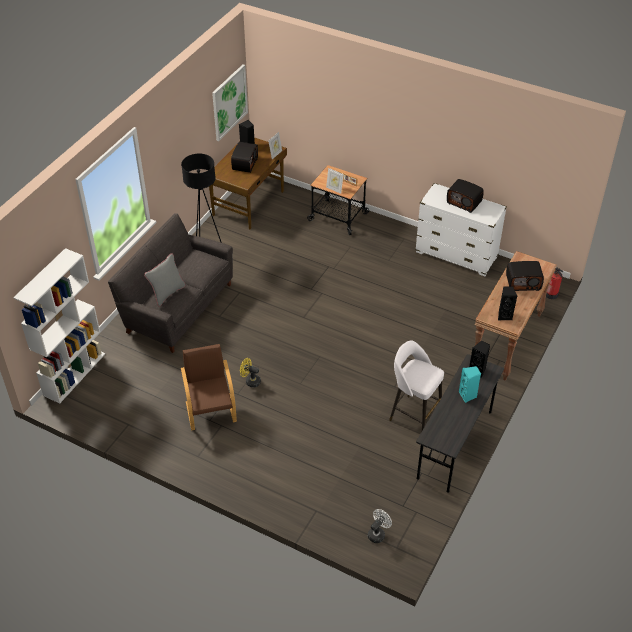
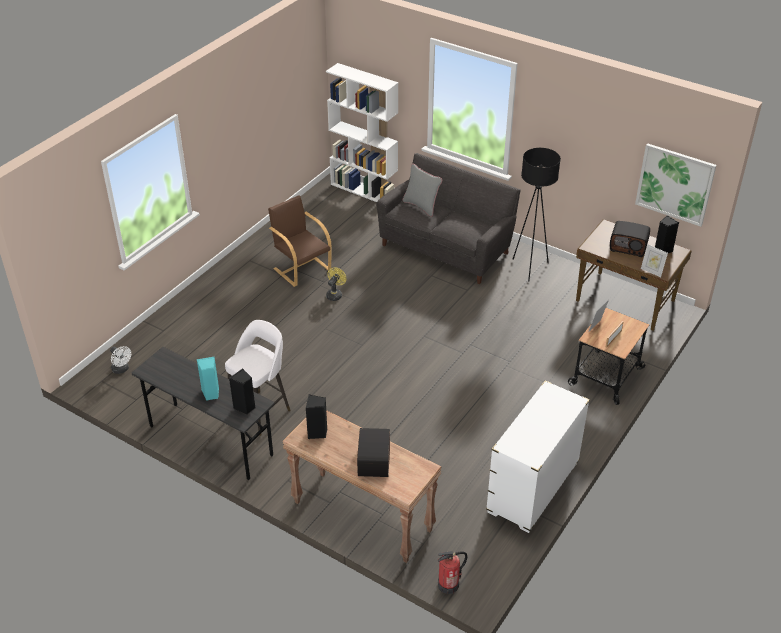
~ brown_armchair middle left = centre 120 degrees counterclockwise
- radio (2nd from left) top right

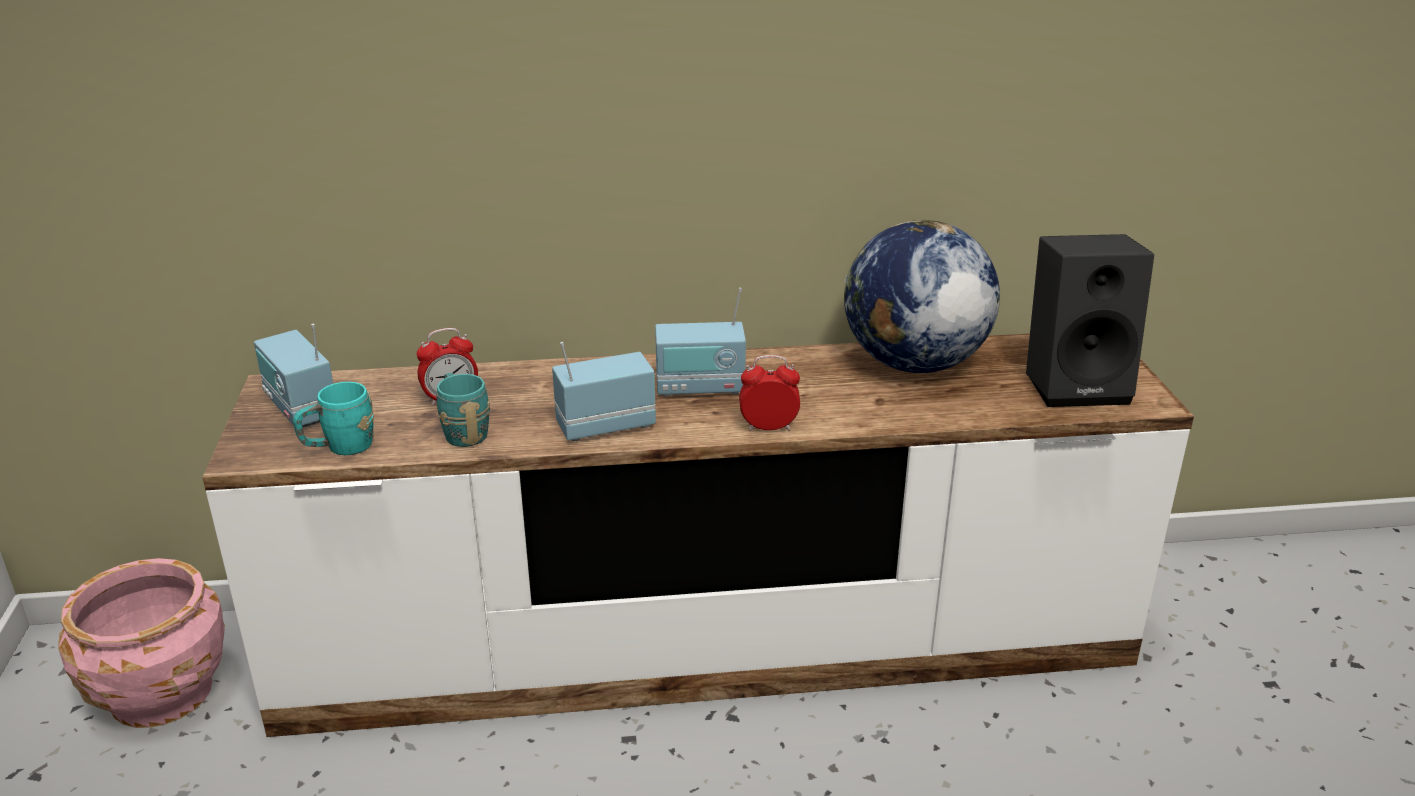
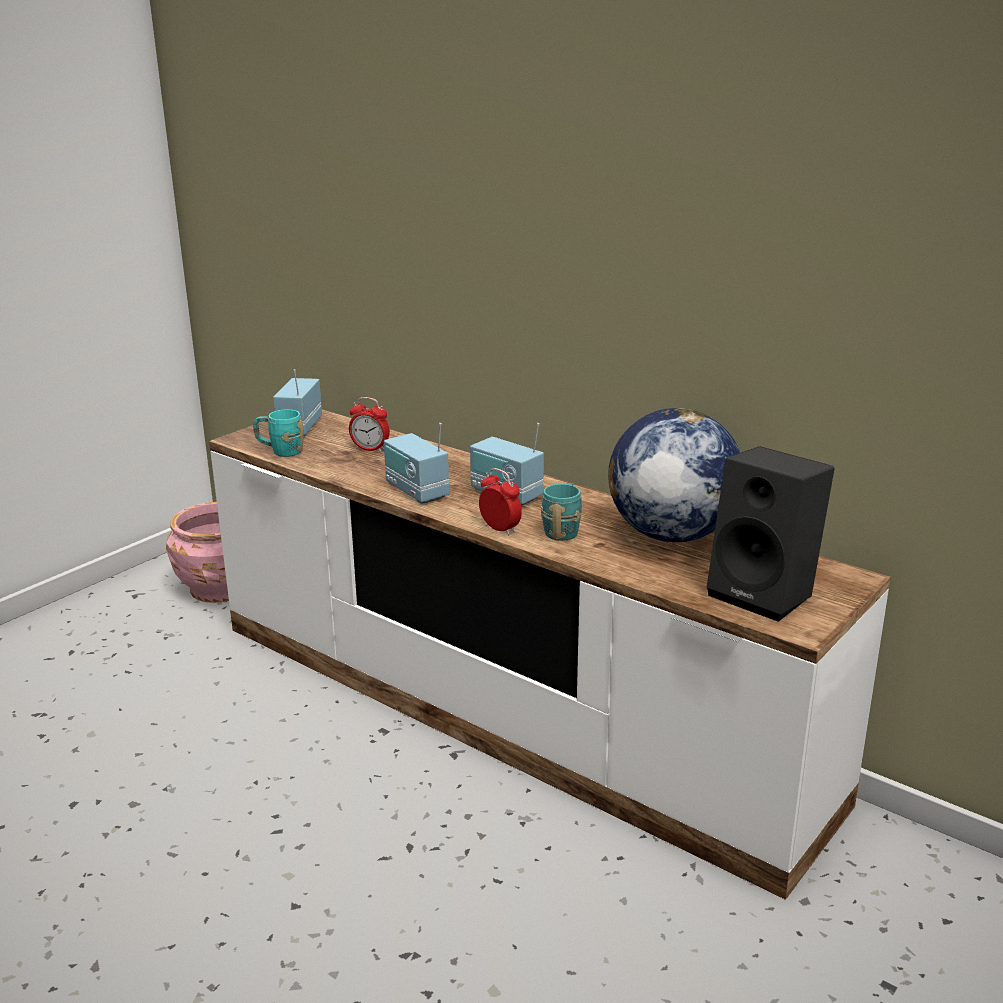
~ turquoise_mug (2nd from left) middle left to centre
~ radio (2nd from left) centre = centre 150 degrees counterclockwise

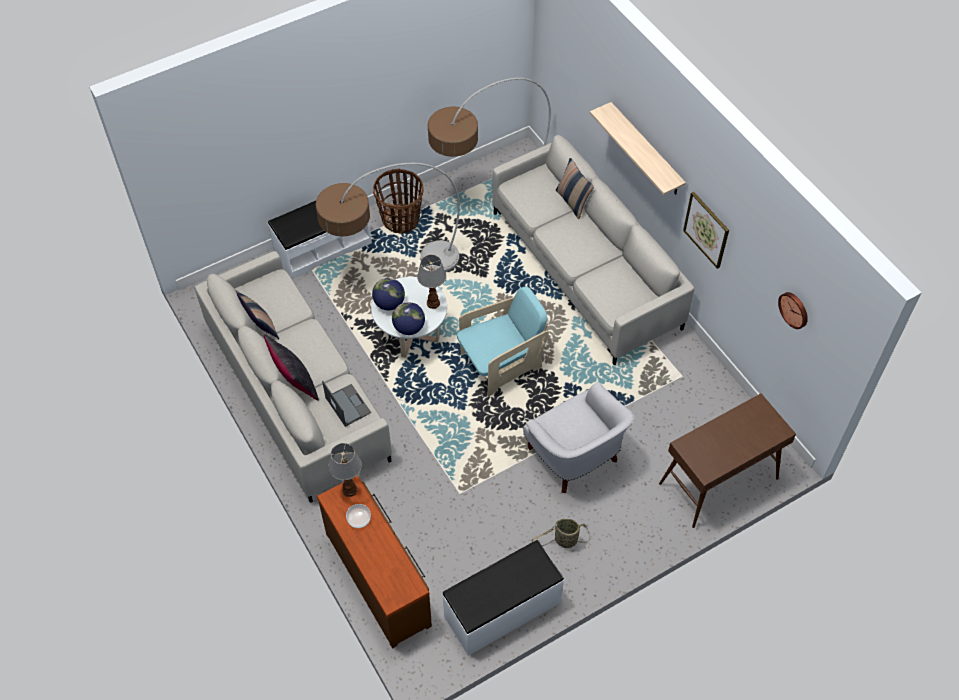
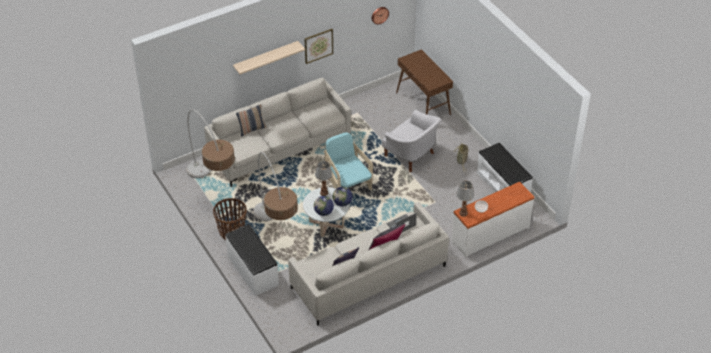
~ brown_dresser bottom centre to white_dresser middle right
~ white_armchair centre = centre 75 degrees clockwise

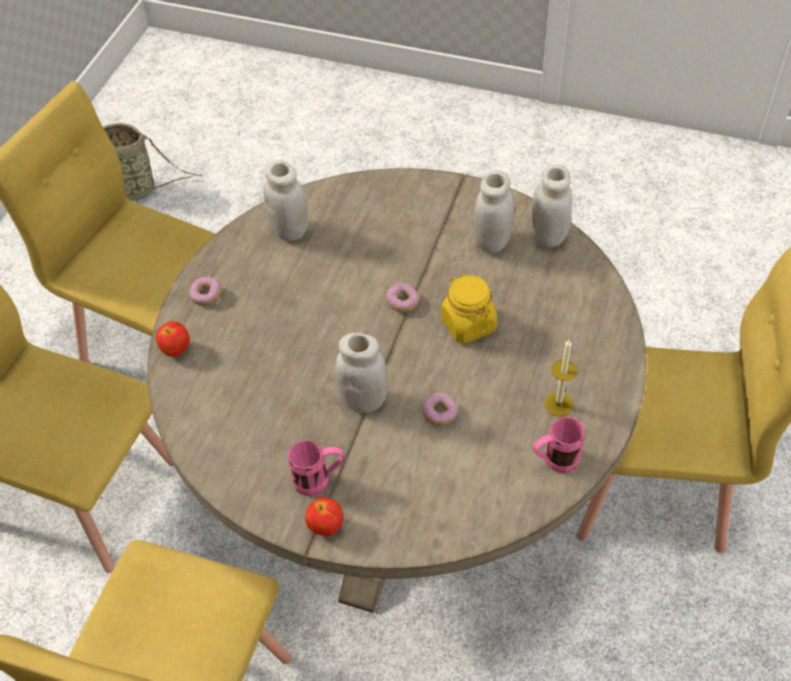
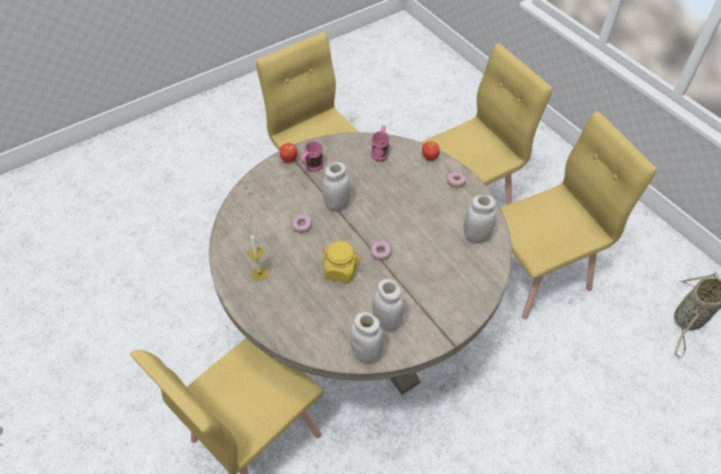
~ pink_mug (2nd from left) middle right to top centre

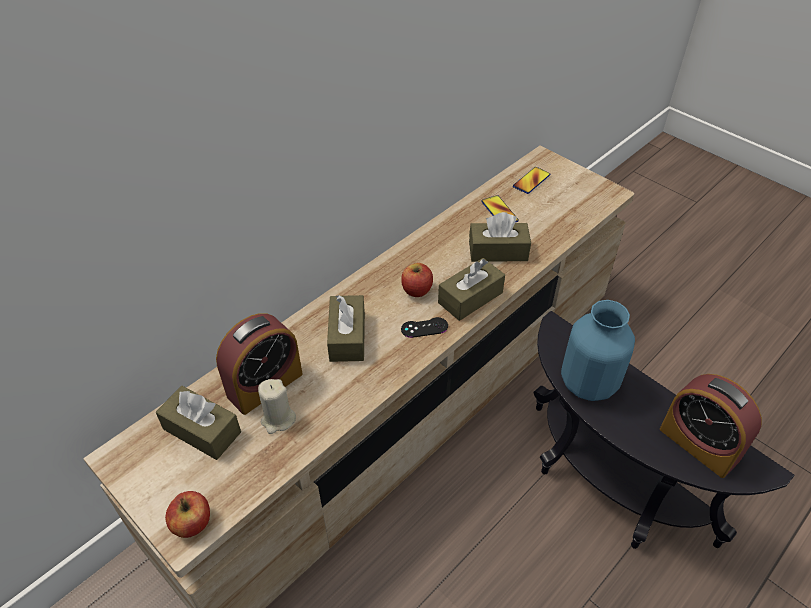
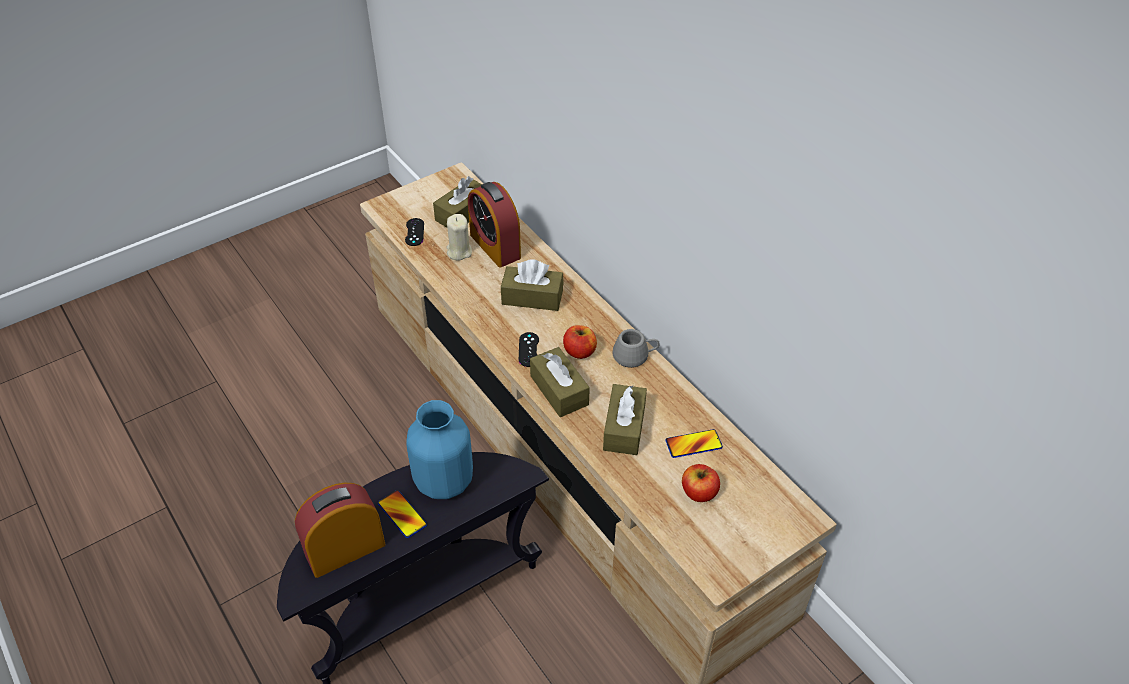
~ apple (1st from left in the first image) bottom left to apple (2nd from left) bottom centre
~ phone (2nd from left in the first image) top centre to phone (1st from left) bottom centre
+ black_game_controller (1st from left) centre
+ grey_mug centre

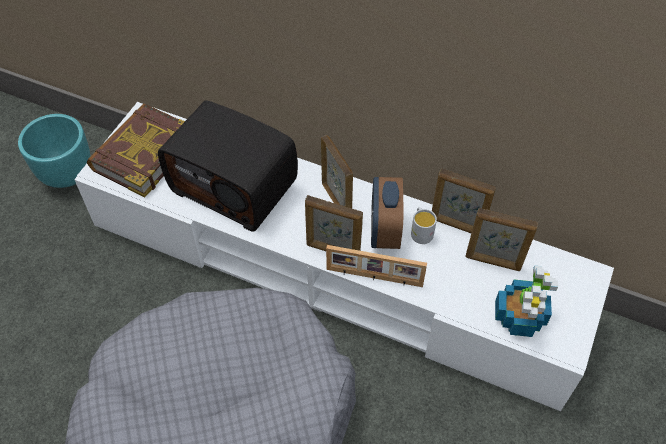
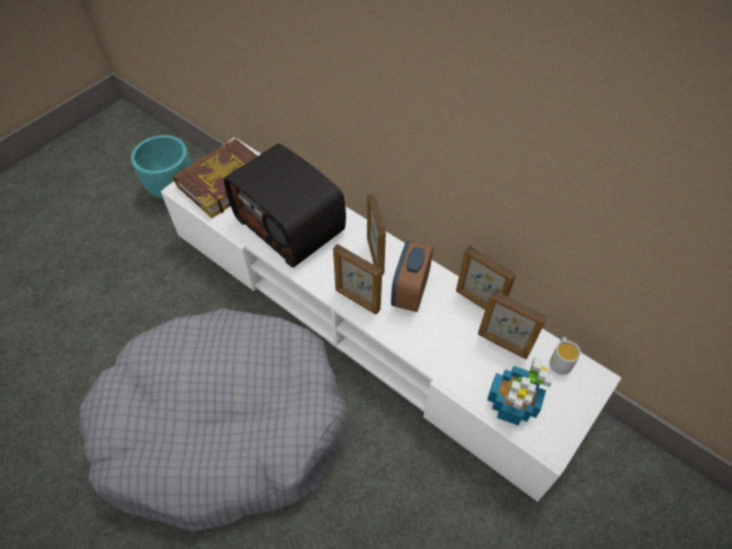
- picture_frame (3rd from left) centre
~ white_mug centre to middle right

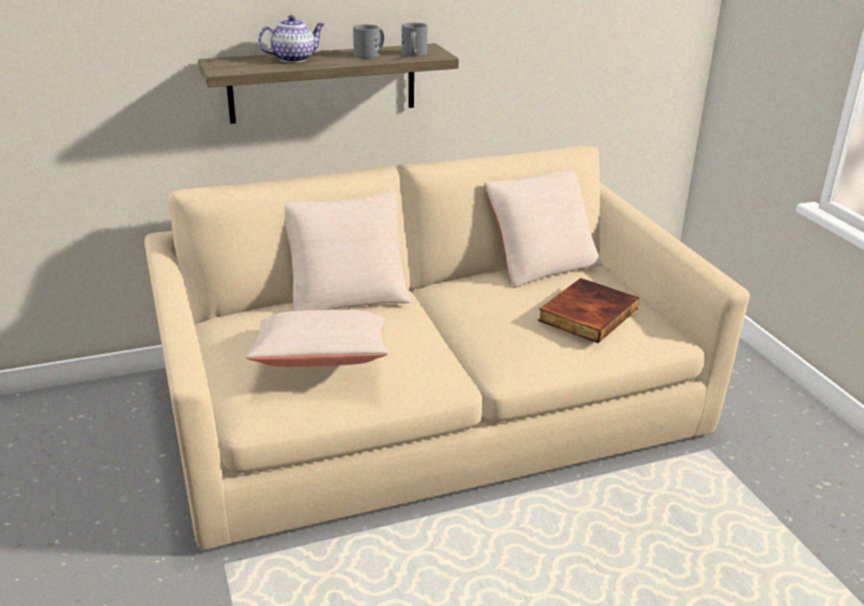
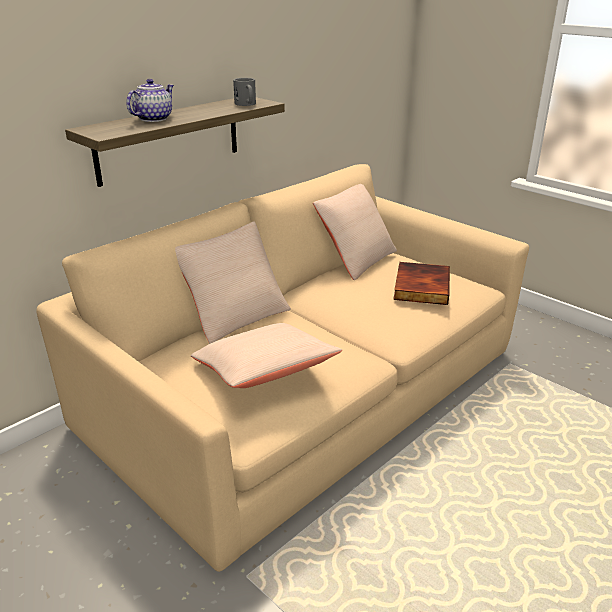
- grey_mug (1st from left) top centre

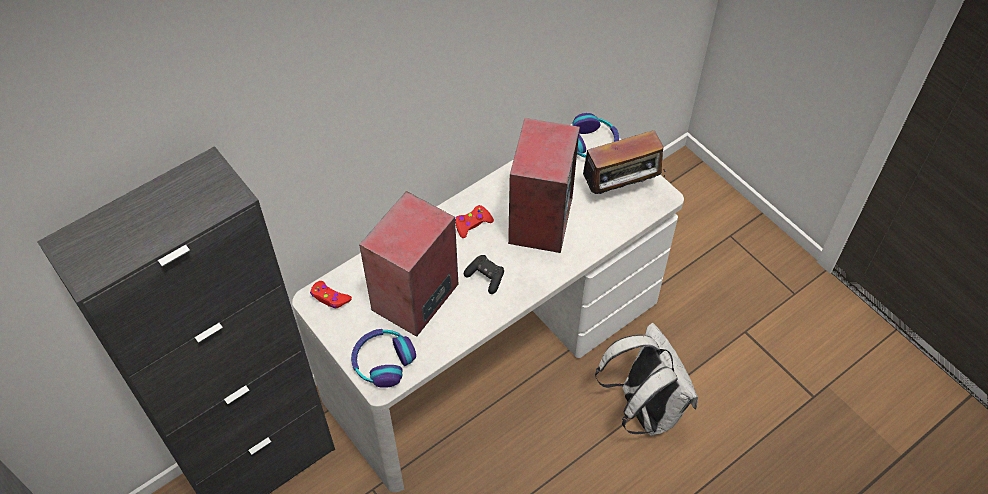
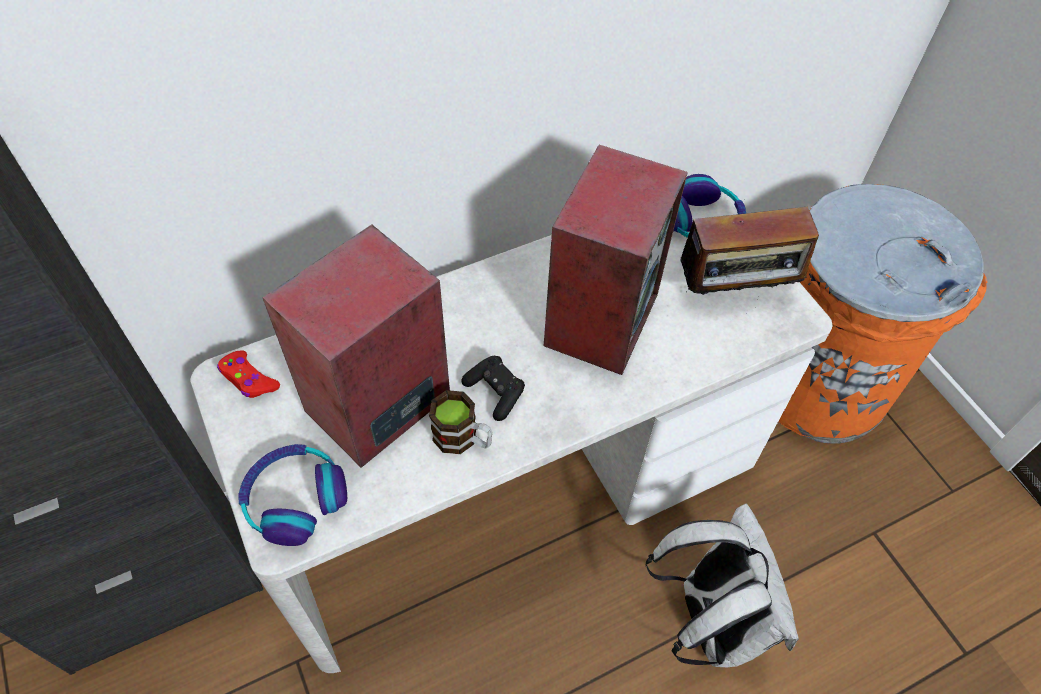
- red_game_controller (2nd from left) centre
+ mug centre
+ orange_trash_can middle right

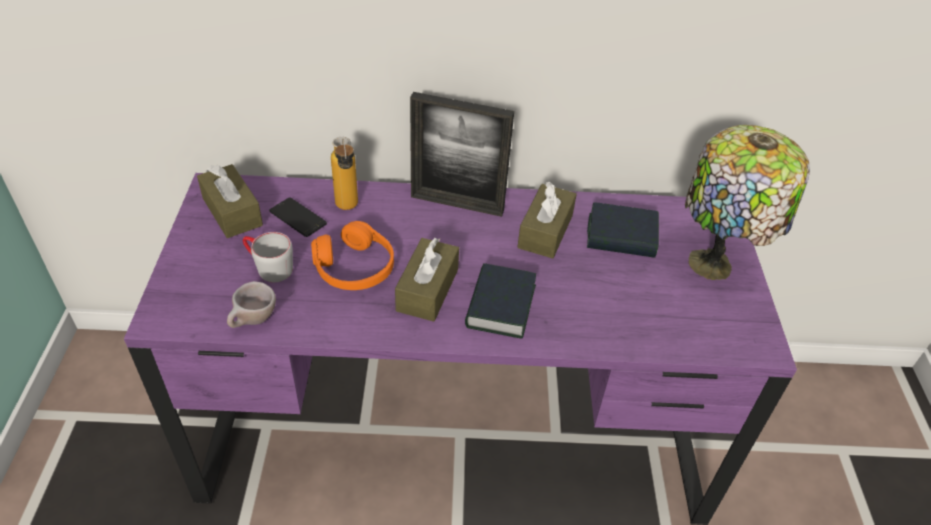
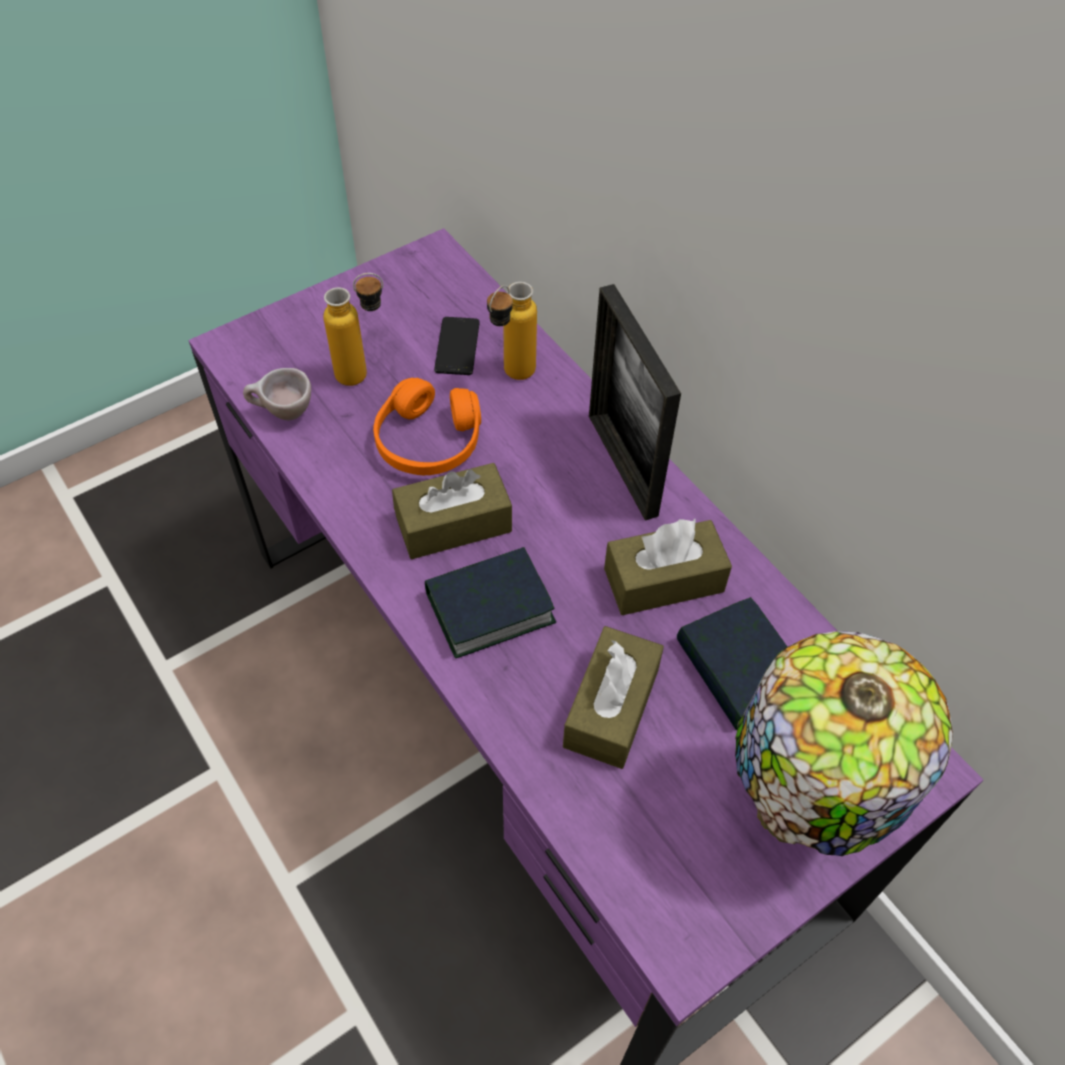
~ brown_tissue_box (1st from left in the first image) middle left to brown_tissue_box (2nd from left) centre
~ grey_mug middle left to bottle (1st from left) top left

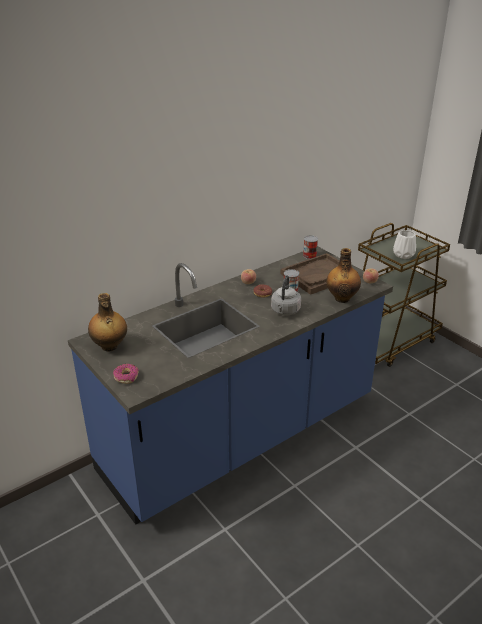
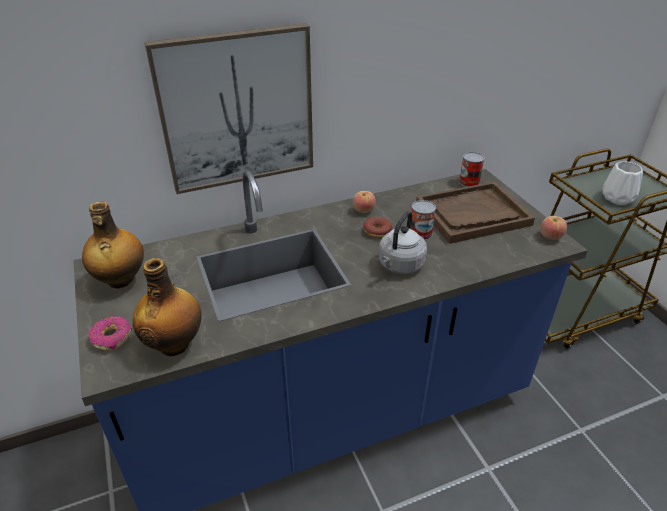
~ bottle (2nd from left) middle right to middle left
+ picture top centre

